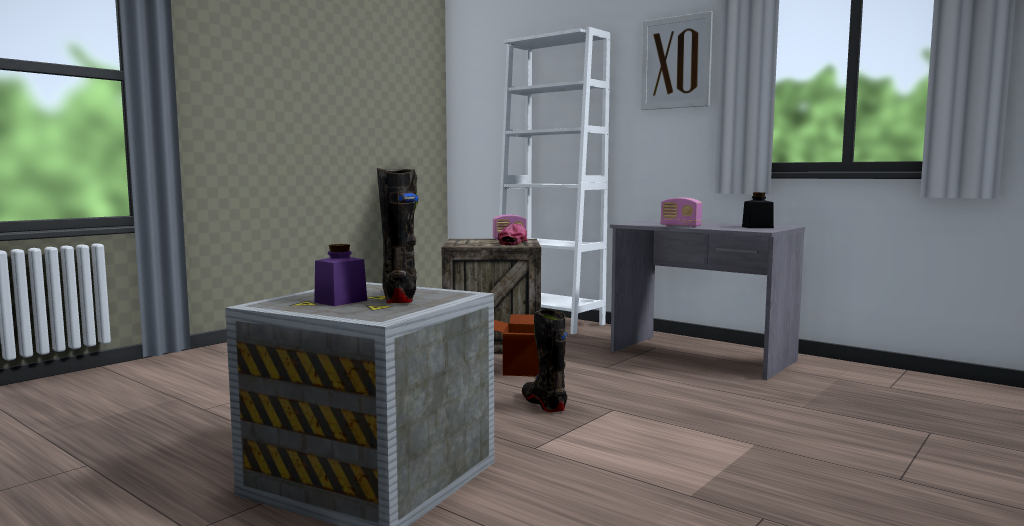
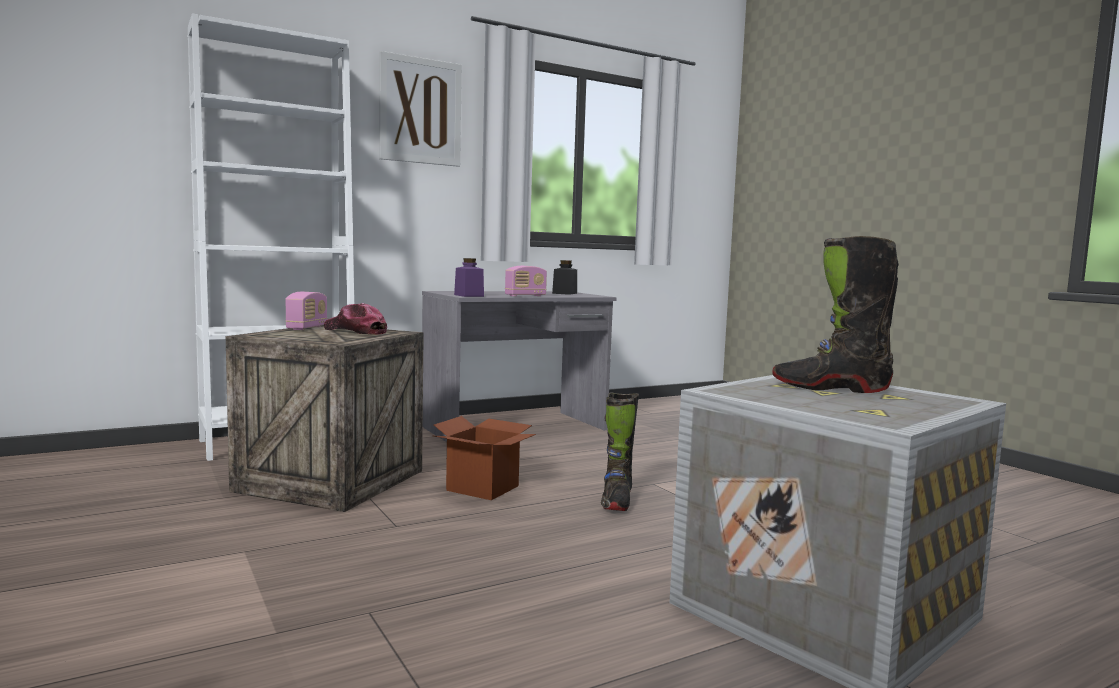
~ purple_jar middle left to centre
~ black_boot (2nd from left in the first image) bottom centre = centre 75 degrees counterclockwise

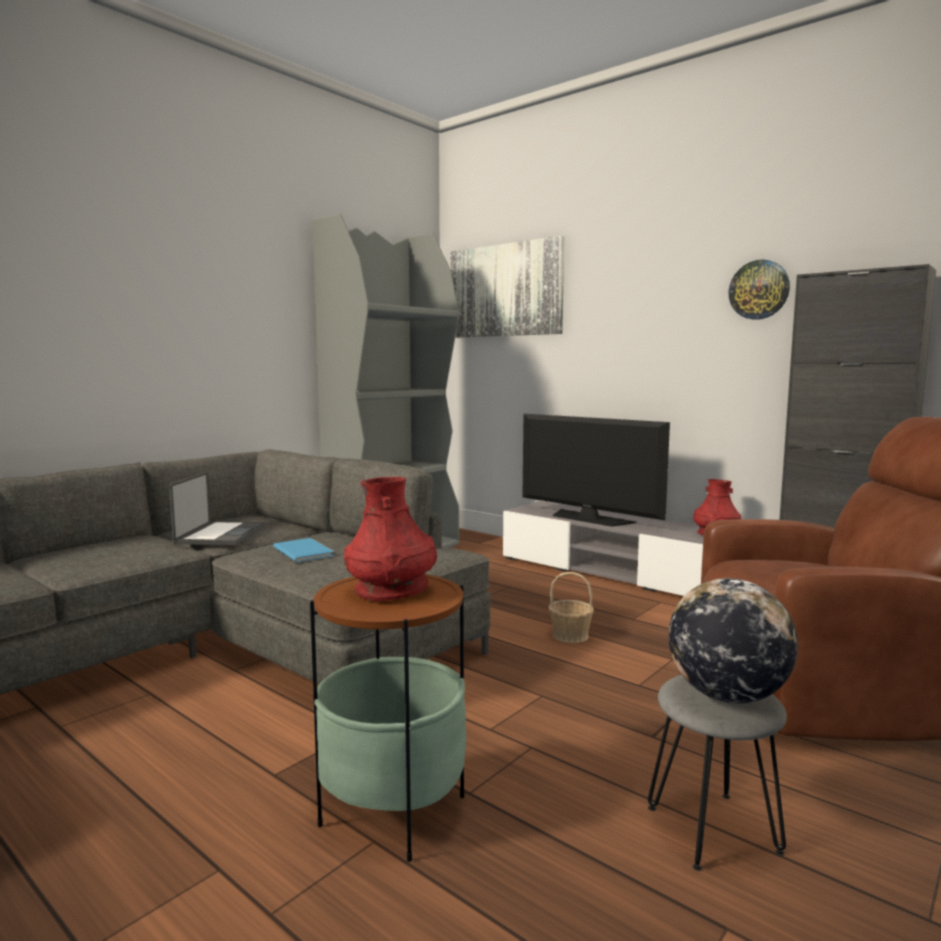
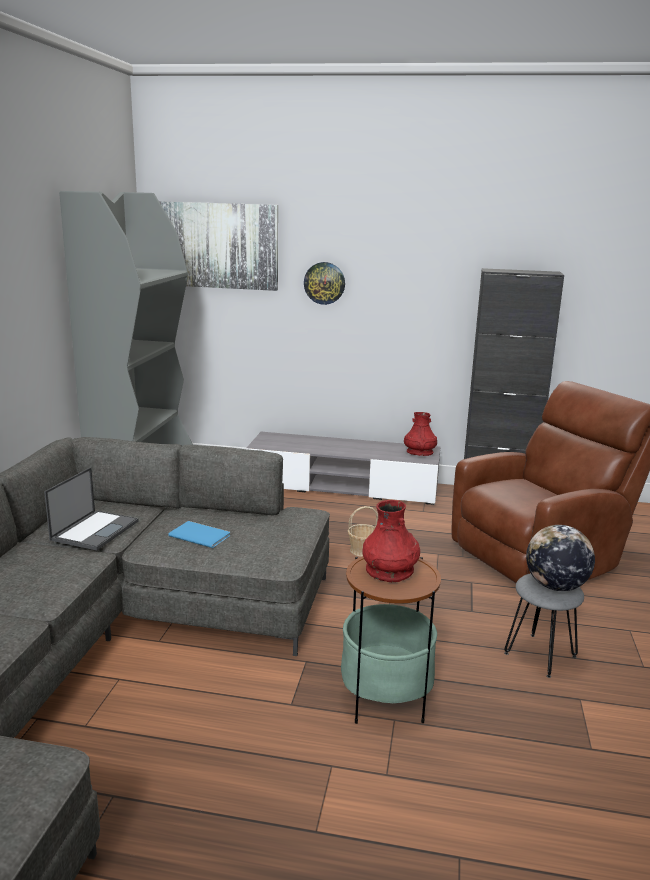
~ laptop middle left = middle left 45 degrees clockwise
- television centre
~ wall_clock top right to top centre

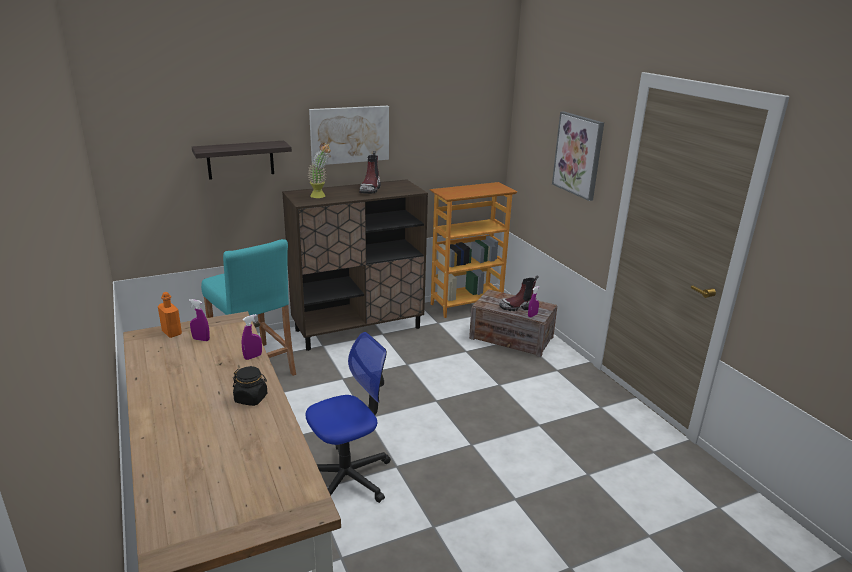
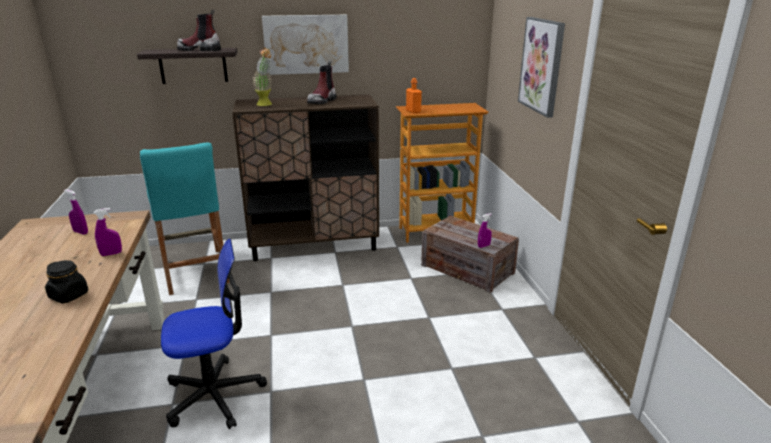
~ orange_bottle middle left to top centre
~ boot (2nd from left in the first image) centre to boot (1st from left) top left

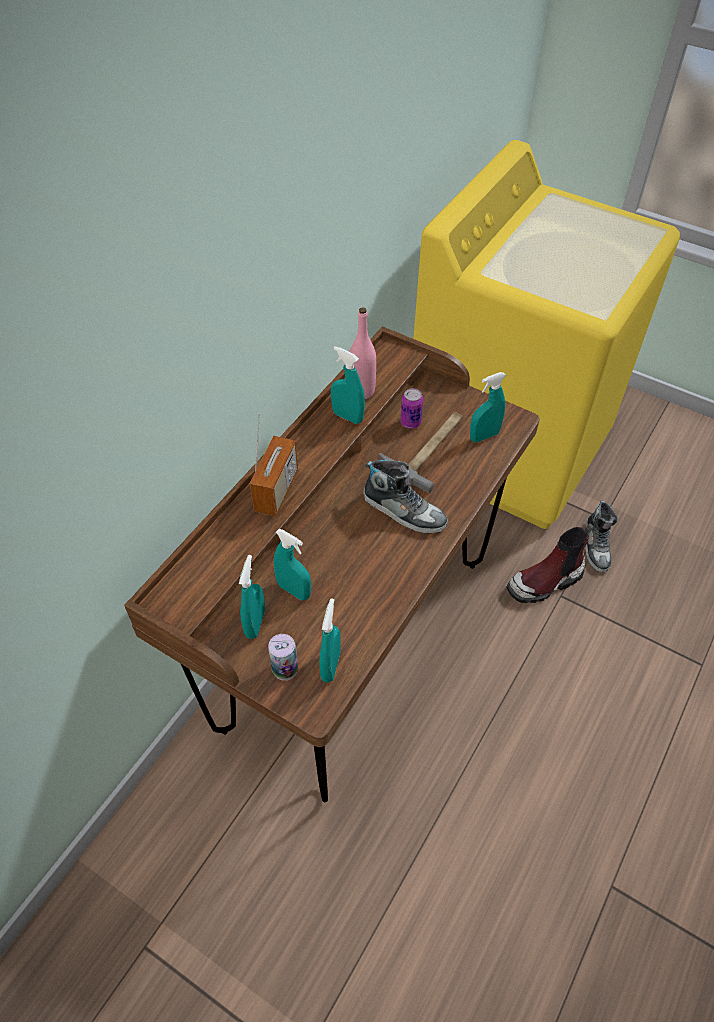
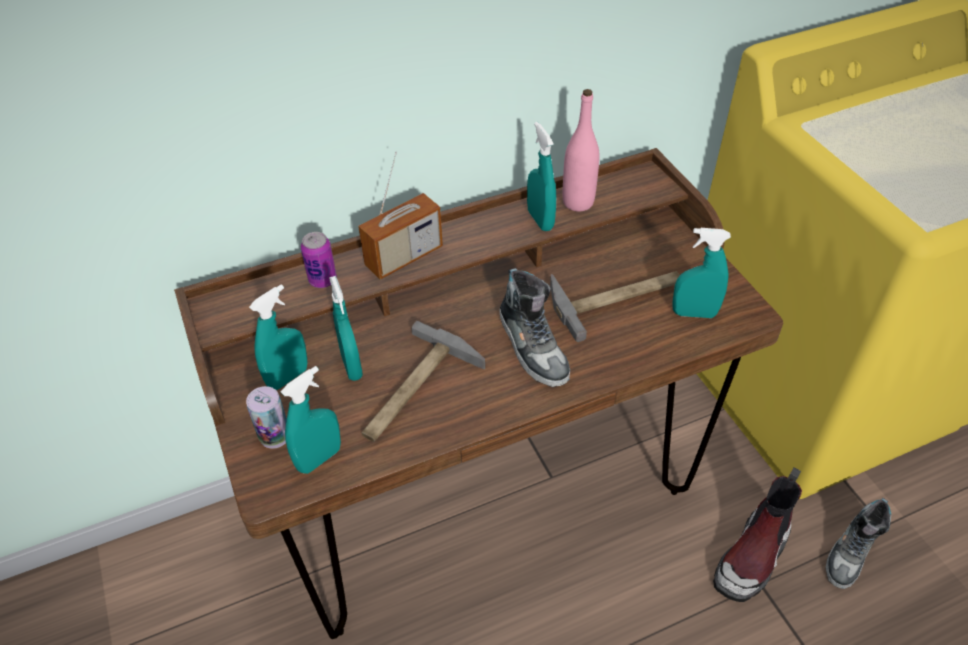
~ can (2nd from left) centre to middle left
~ boot middle right = bottom right 60 degrees counterclockwise
+ hammer (1st from left) centre

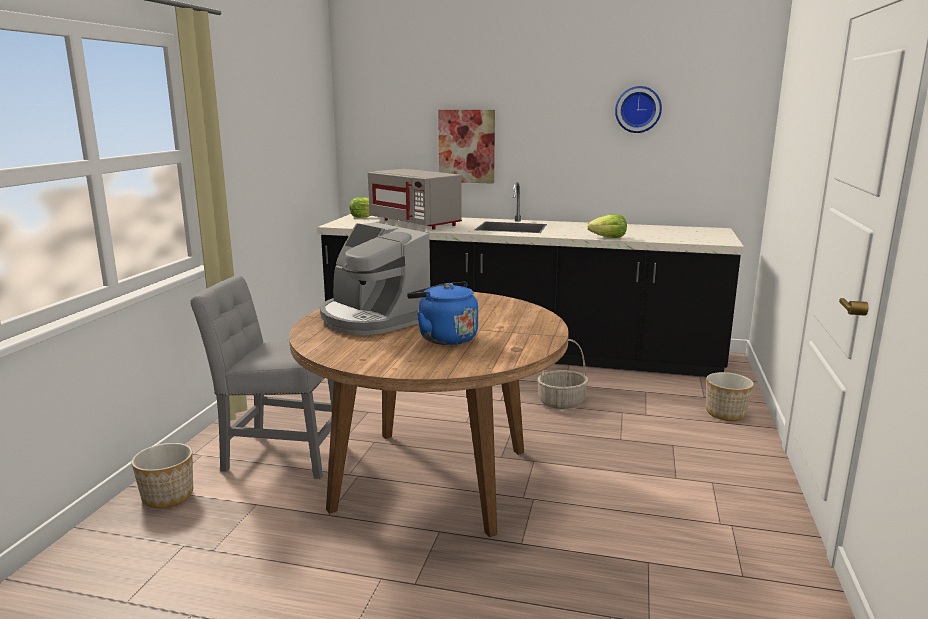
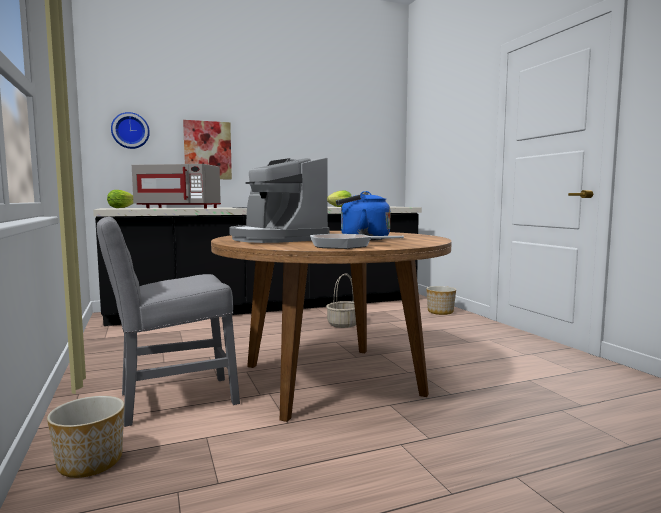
~ coffee_machine centre = centre 45 degrees clockwise
~ wall_clock top right to top left
+ frying_pan centre

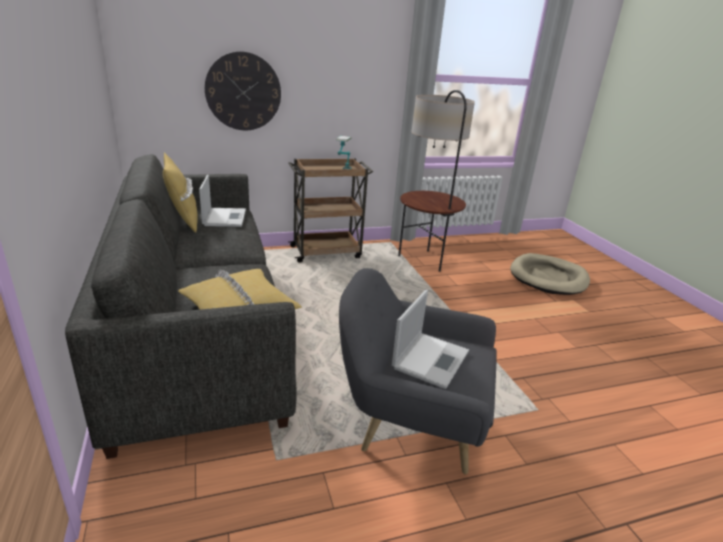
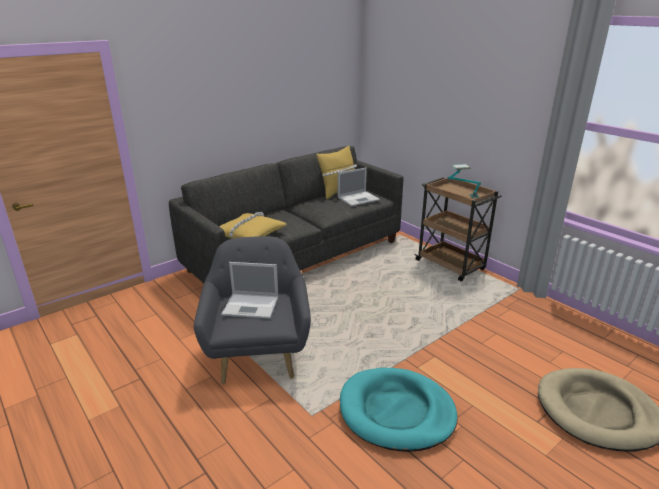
- wall_clock top centre
- floor_lamp centre
+ turquoise_dog_bed bottom centre

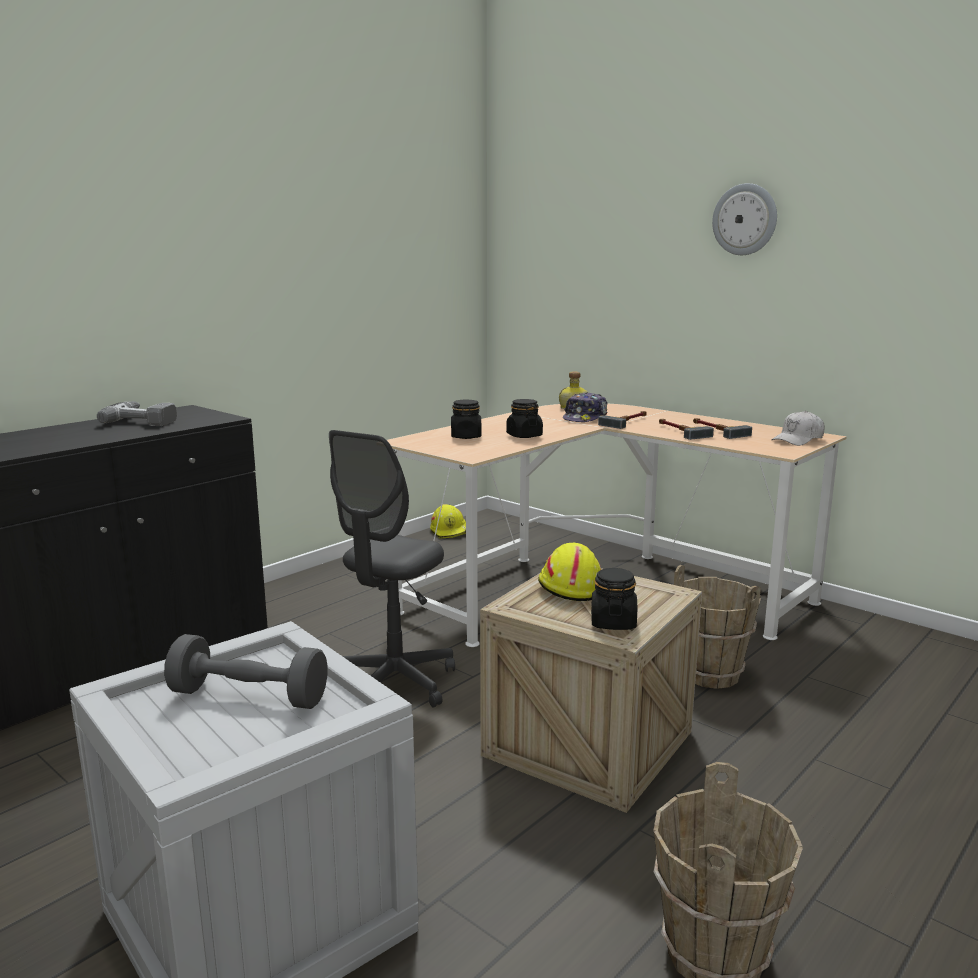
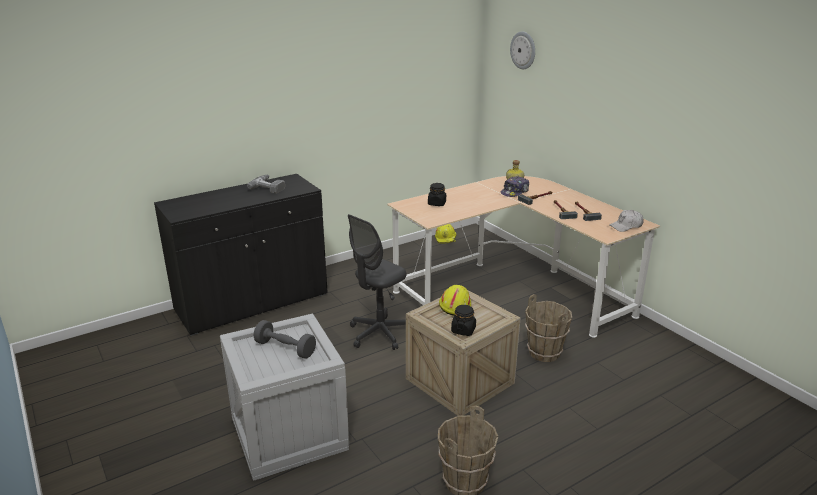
- black_jar (2nd from left) centre
~ wall_clock top right to top centre

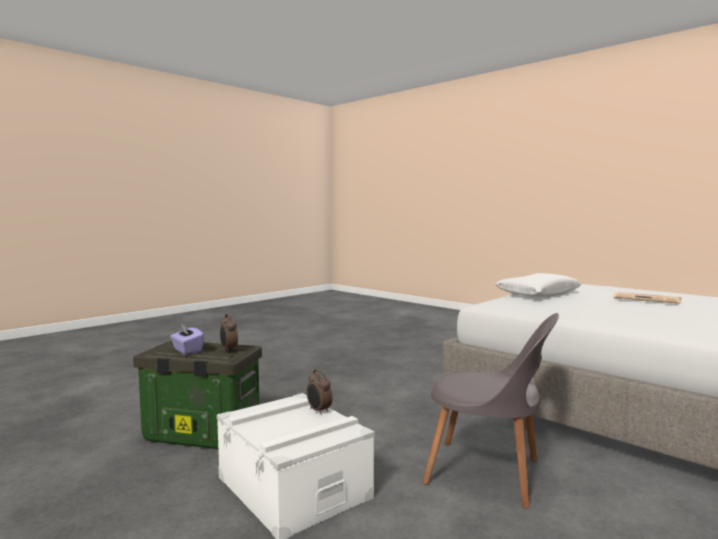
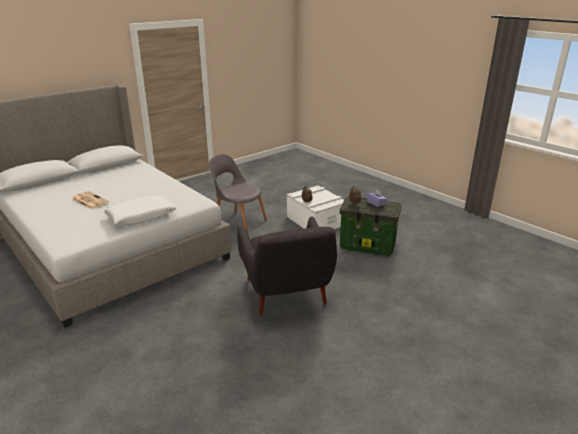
+ grey_armchair centre

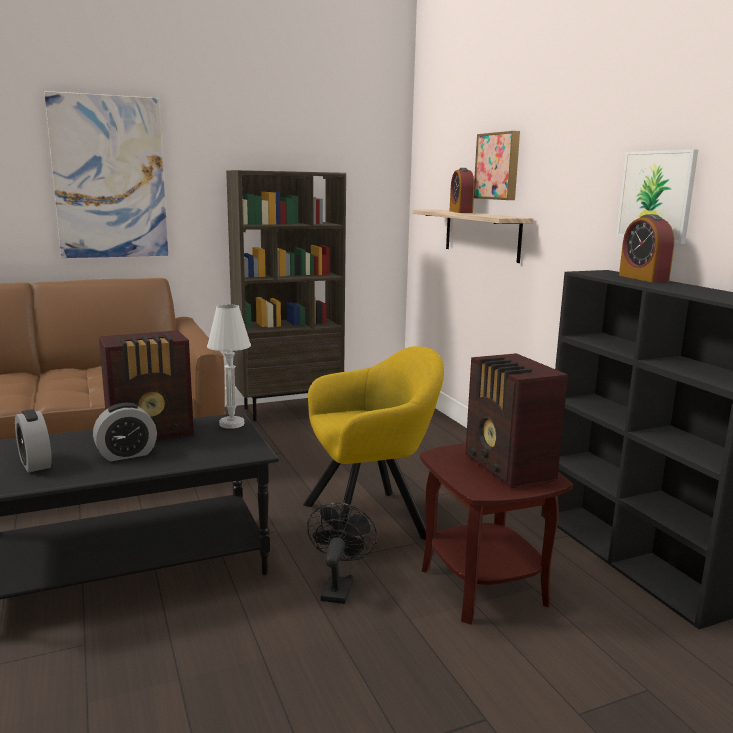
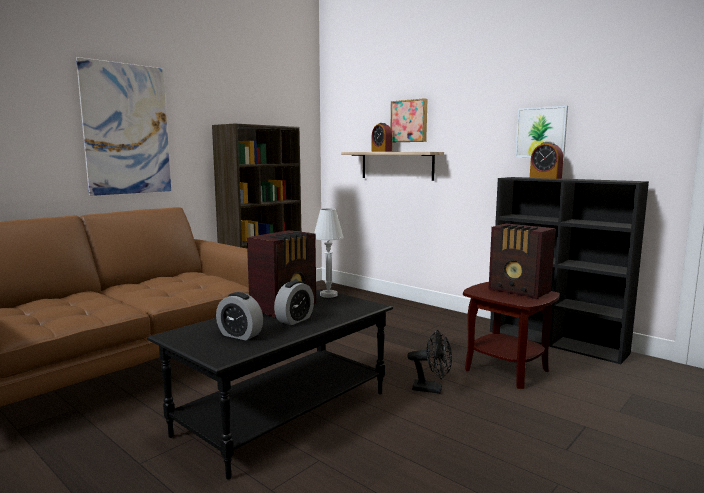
- yellow_armchair centre
~ black_fan bottom centre = bottom centre 120 degrees clockwise

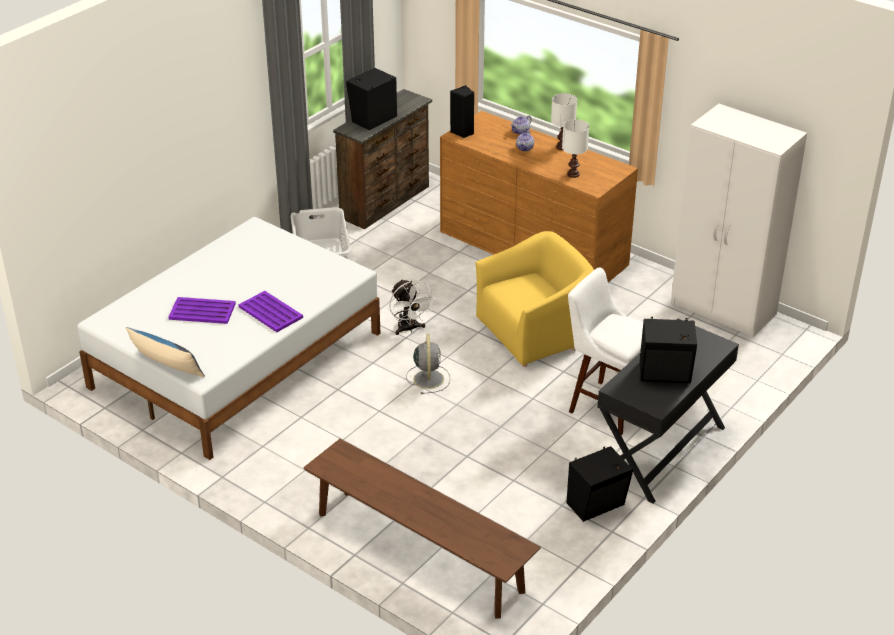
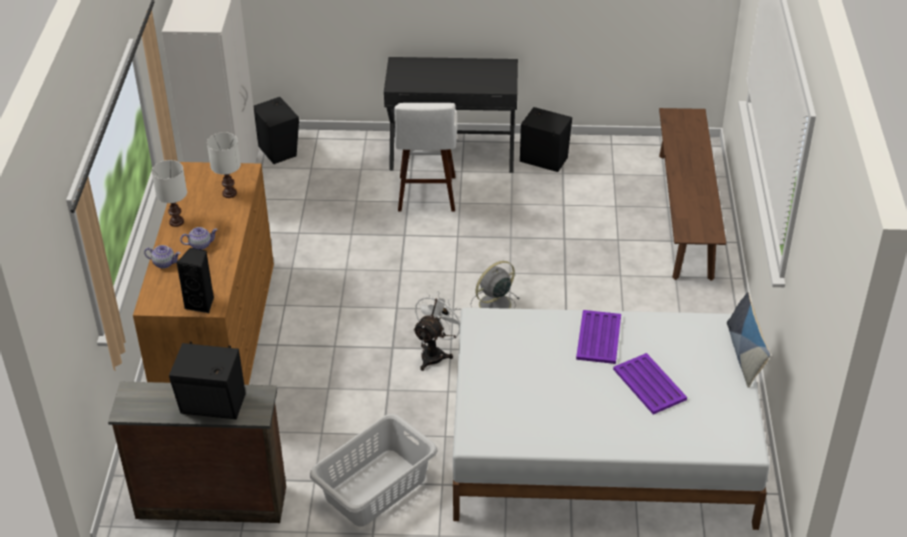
- yellow_armchair centre
~ black_speaker (4th from left in the first image) middle right to black_speaker (3rd from left) top left

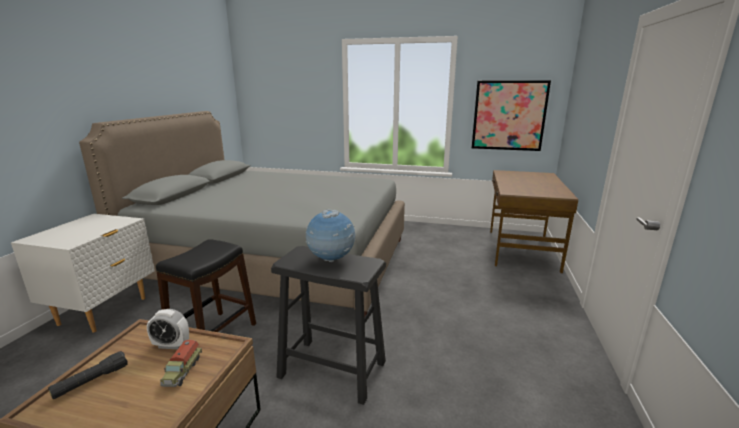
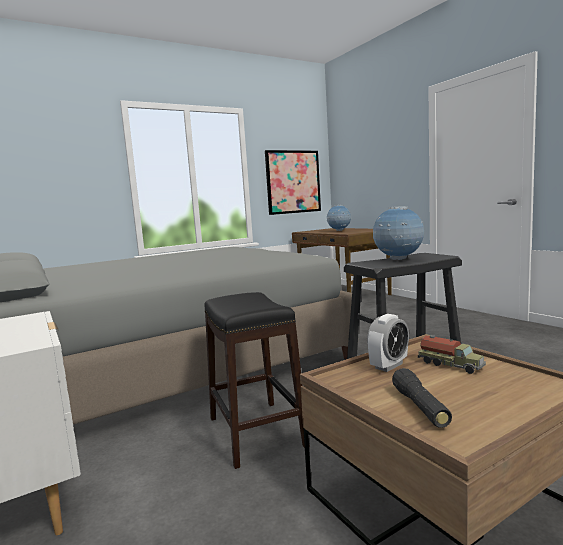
+ globe (1st from left) centre

